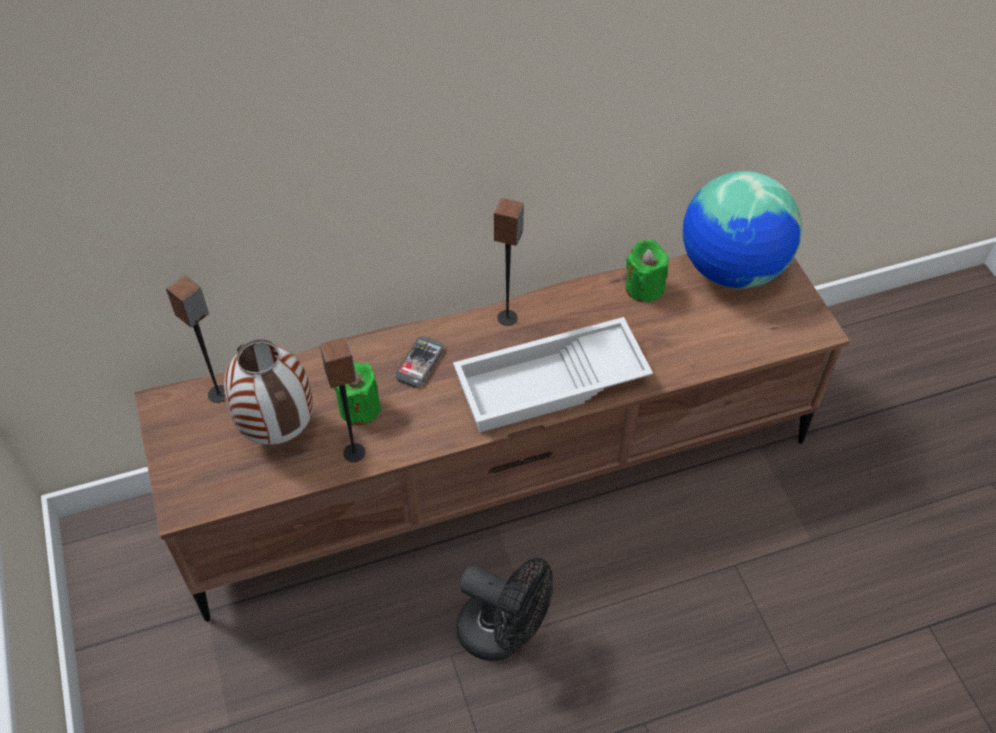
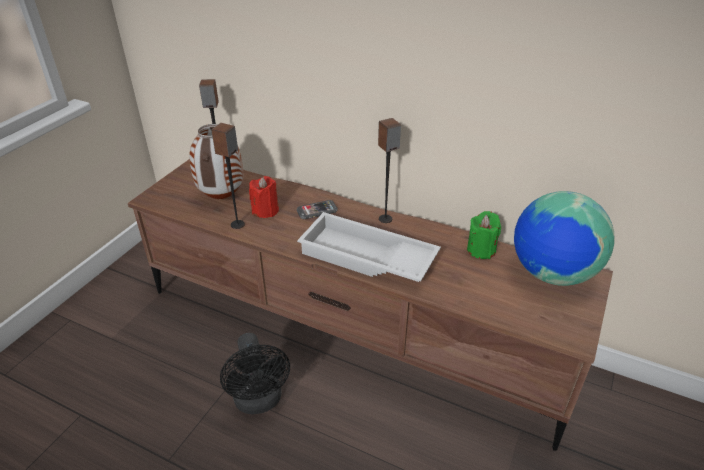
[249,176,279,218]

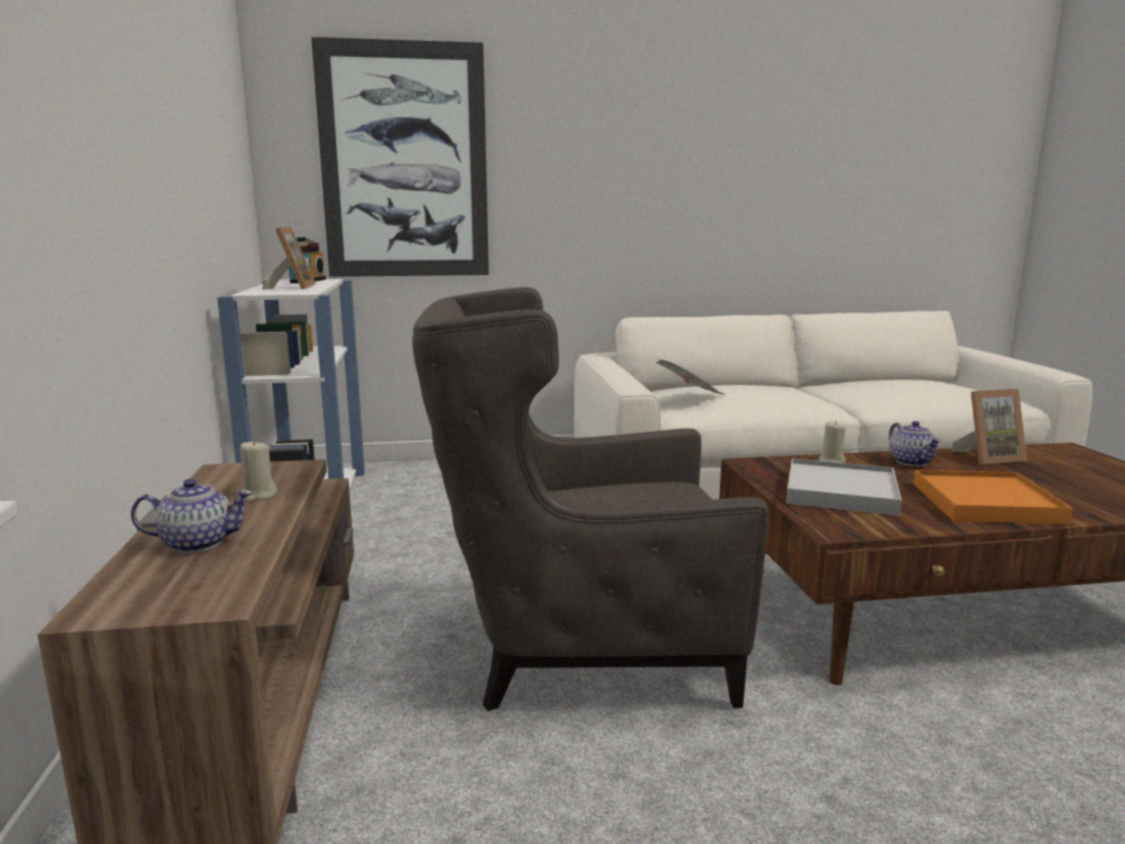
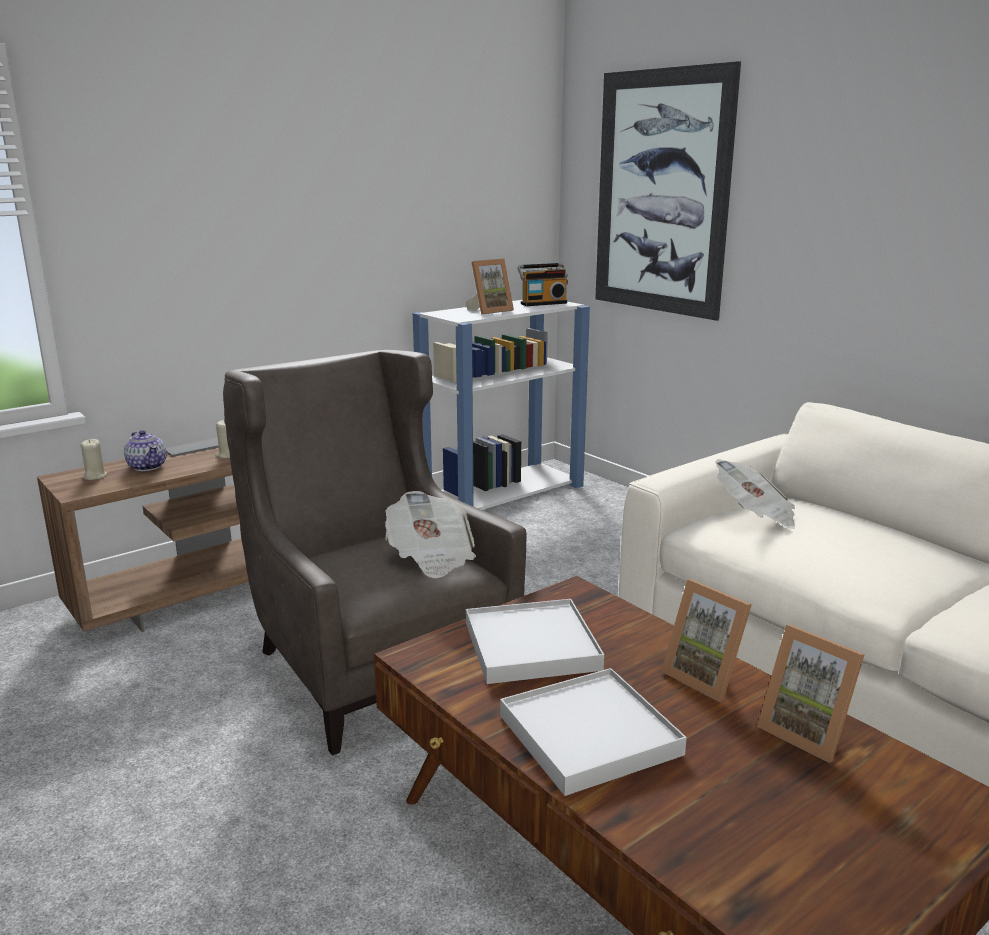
[81,439,107,480]
[661,579,752,702]
[500,668,687,796]
[385,491,476,579]

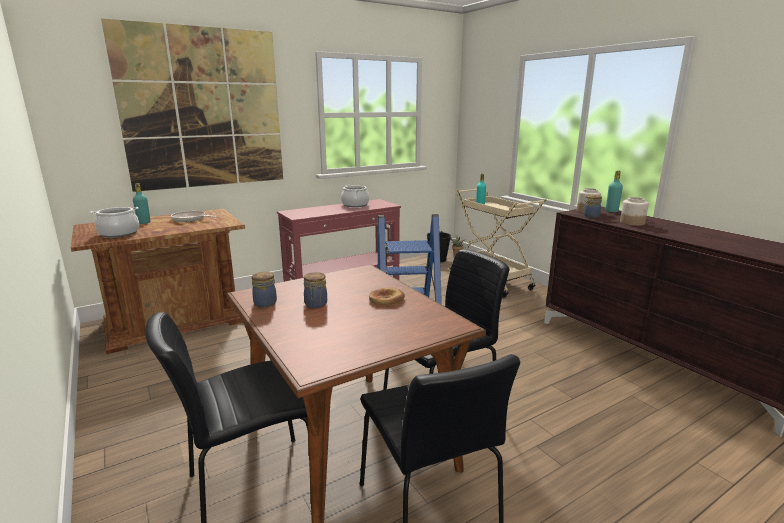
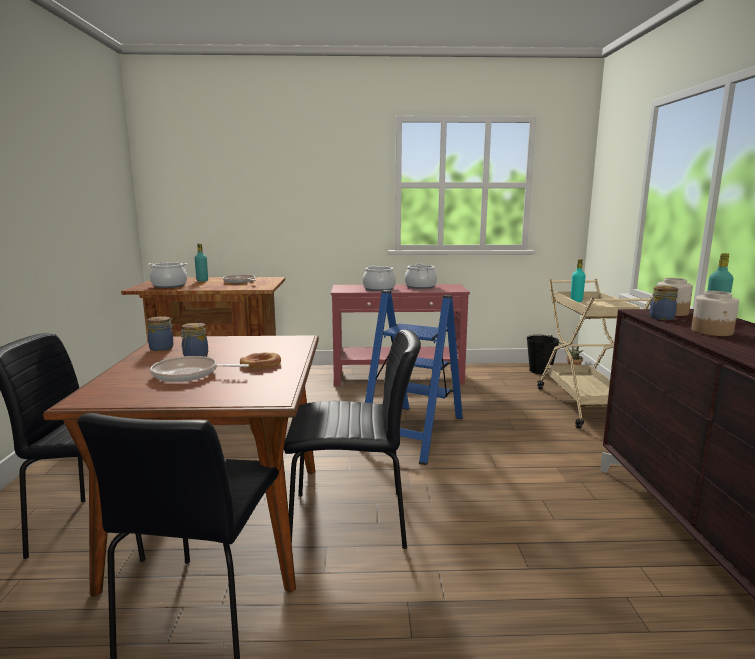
[101,18,283,192] (first image)
[150,356,249,382]
[363,265,396,291]

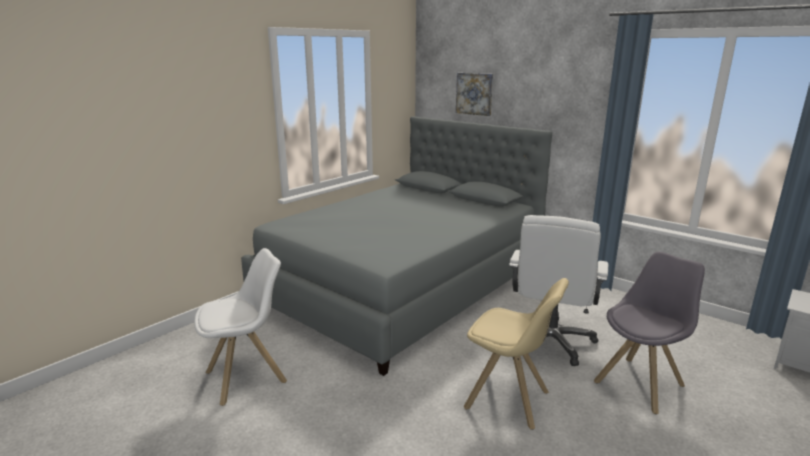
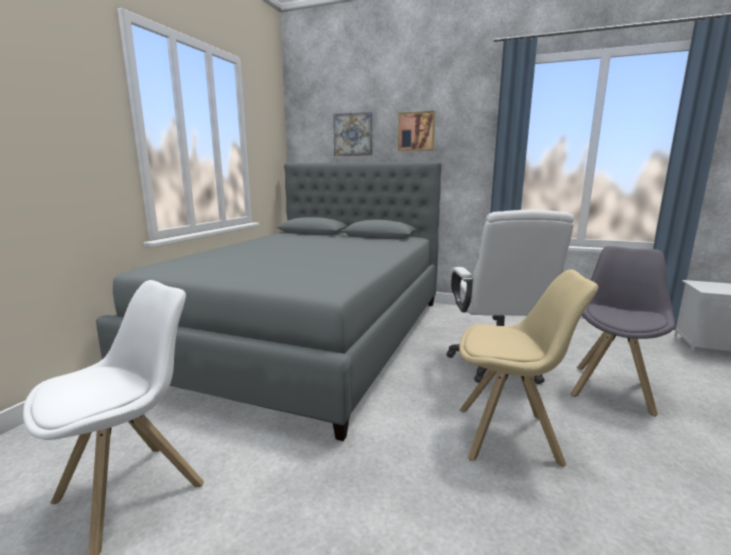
[398,111,435,151]

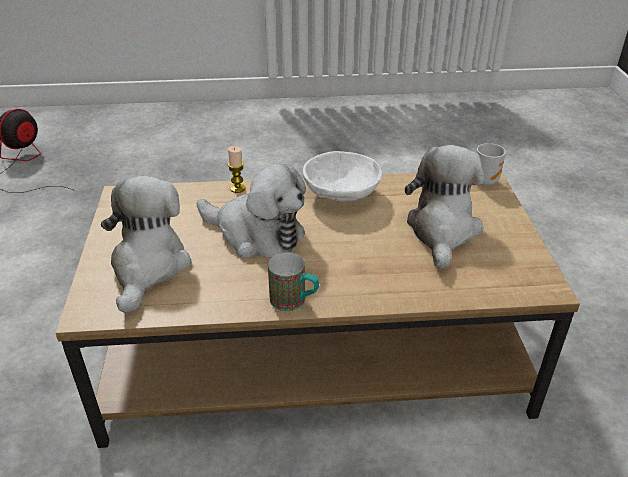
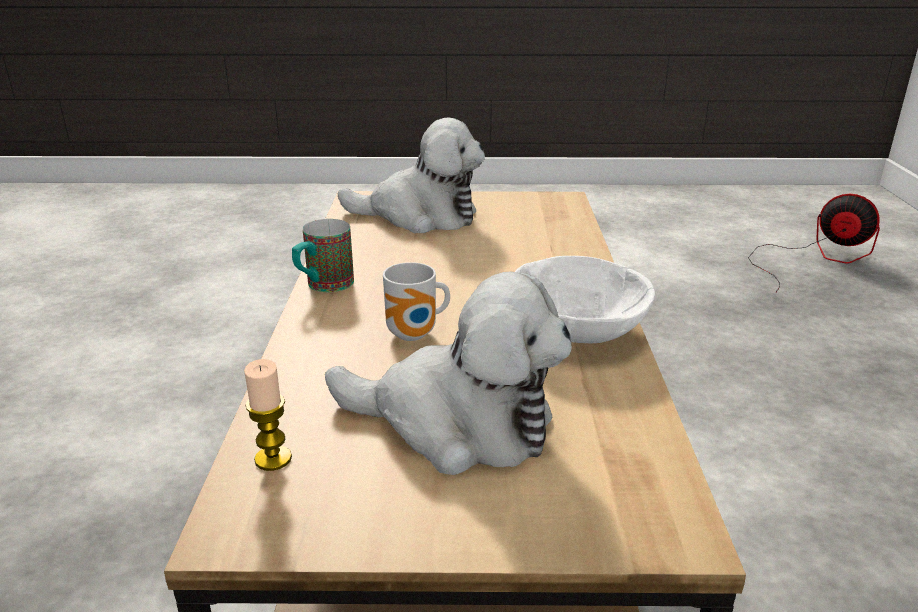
[197,164,306,258] (first image)
[244,359,292,471]
[383,262,450,341]

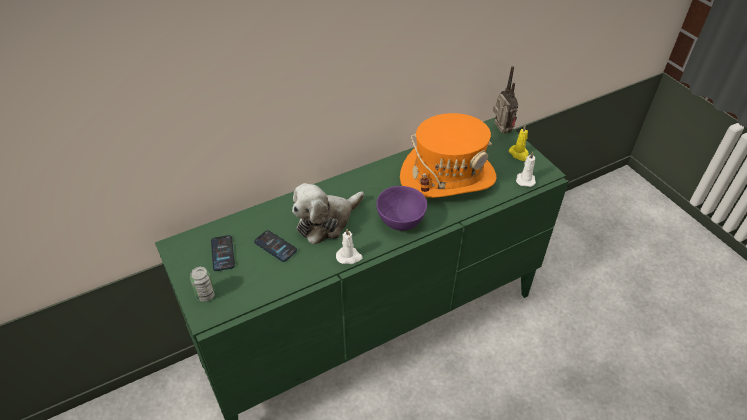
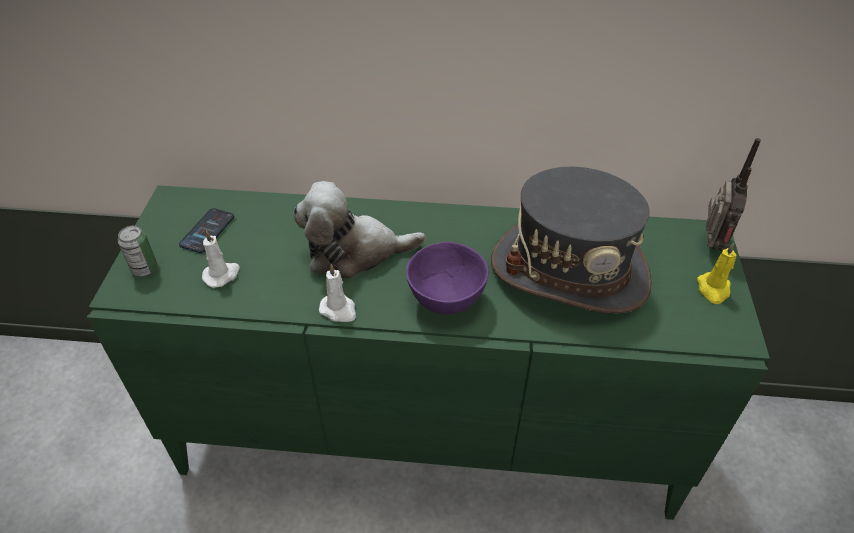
[254,230,297,262] (first image)
[491,167,652,314]
[202,230,240,288]

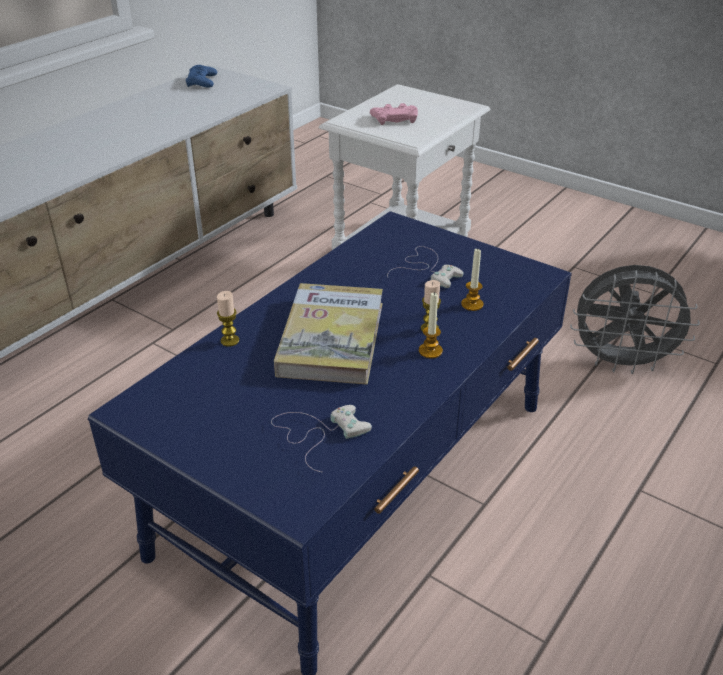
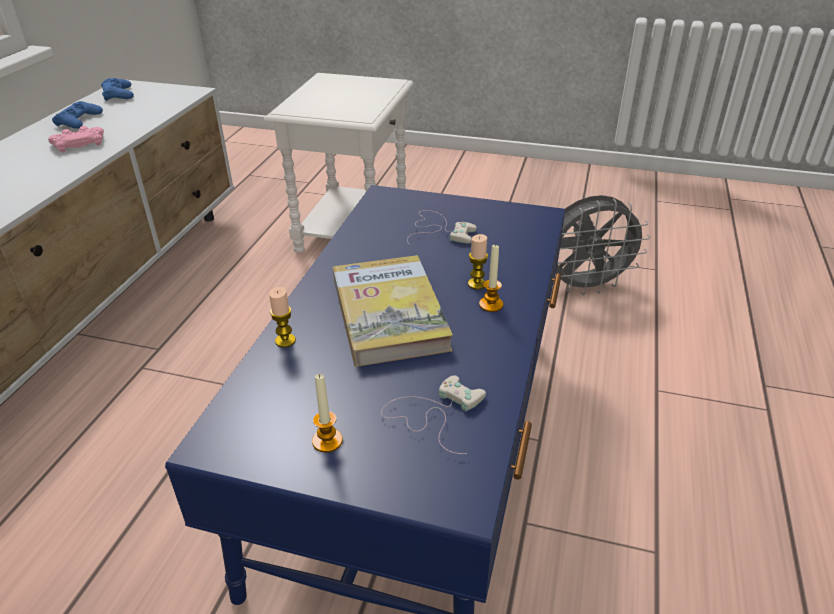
[48,126,104,153]
[312,374,343,453]
[52,101,103,129]

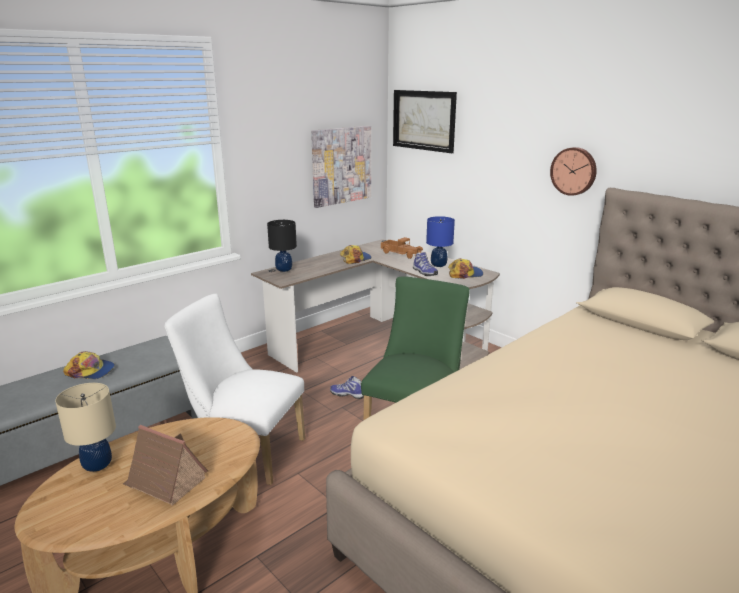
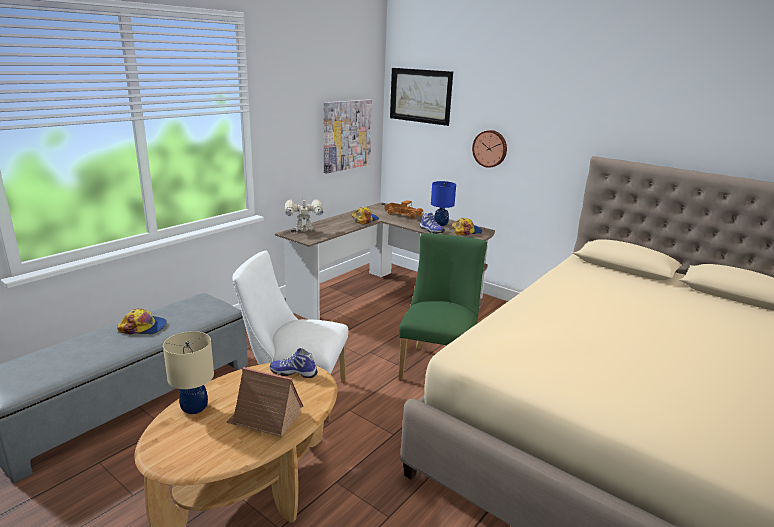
[285,198,323,231]
[270,348,318,378]
[472,130,507,168]

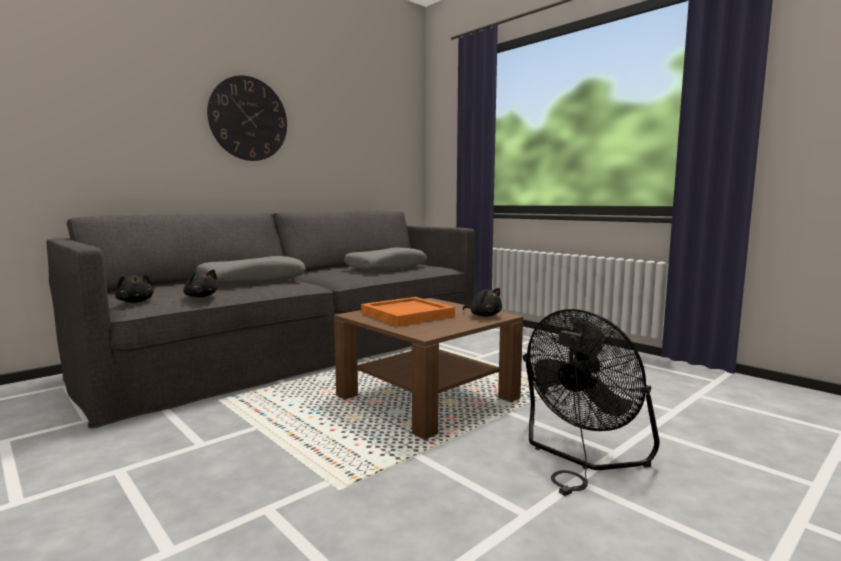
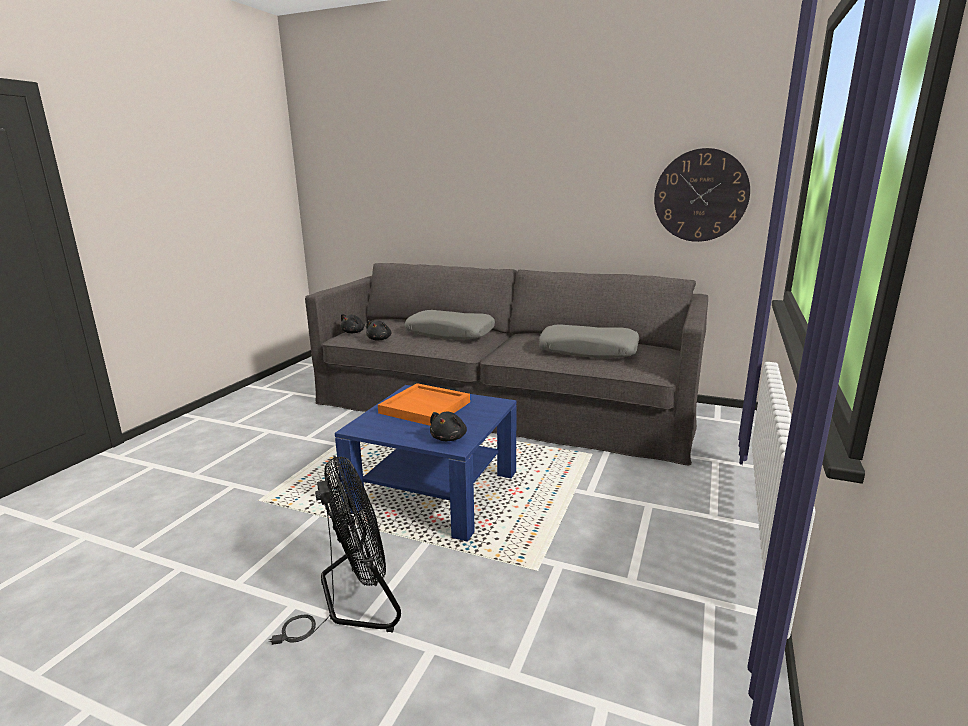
[654,148,750,242]
[335,385,517,542]
[268,456,401,645]

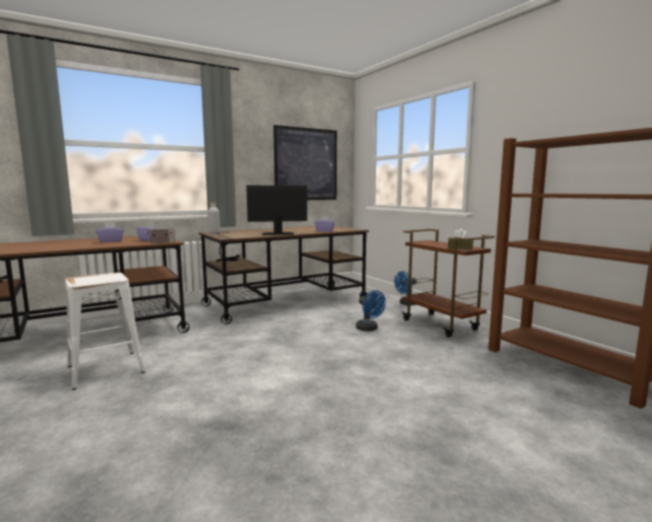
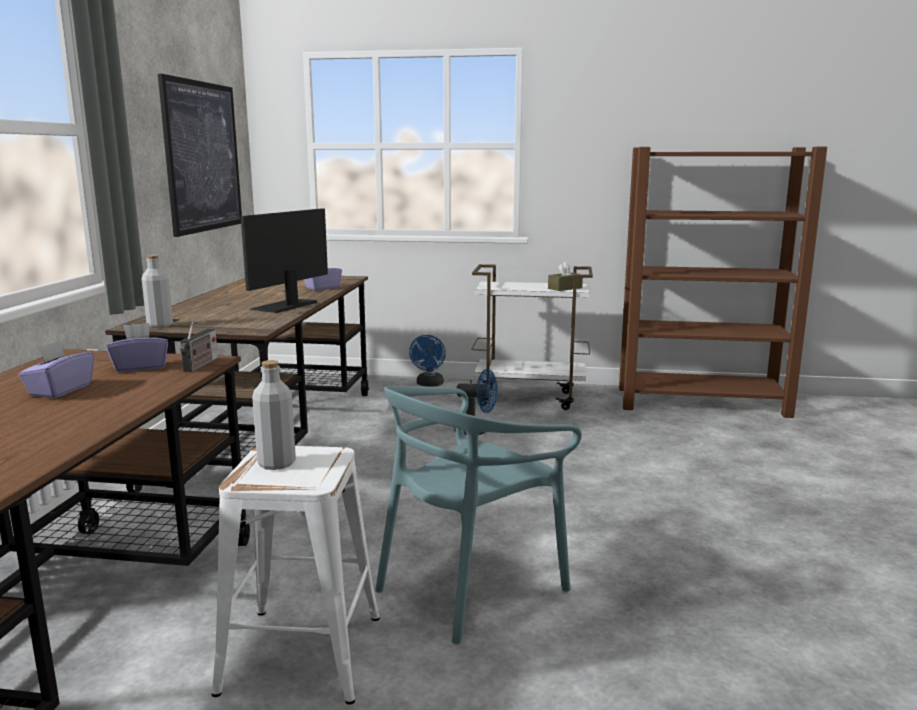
[471,264,593,410]
[252,360,296,470]
[375,386,582,644]

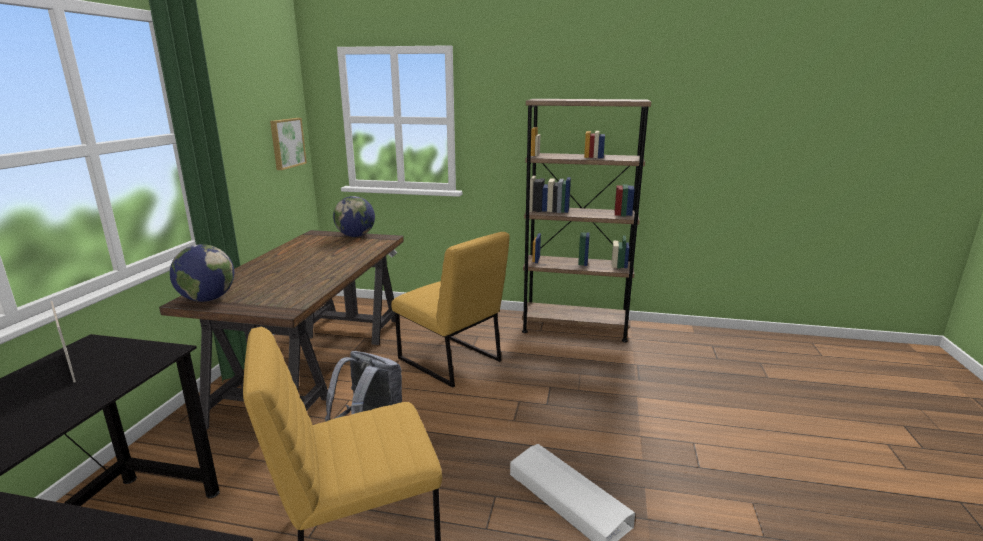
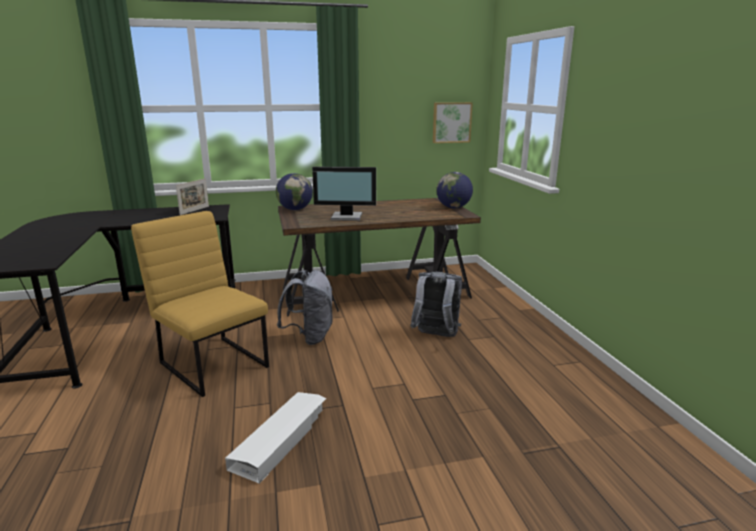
[410,272,462,337]
[522,99,651,342] (first image)
[312,167,376,221]

